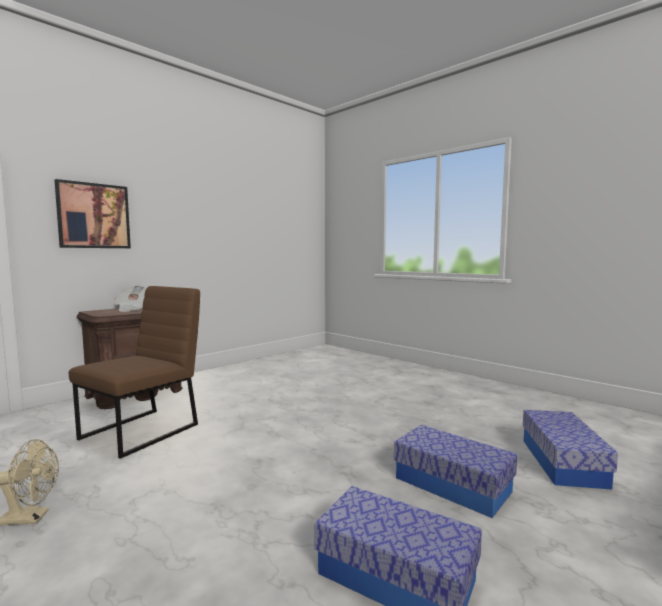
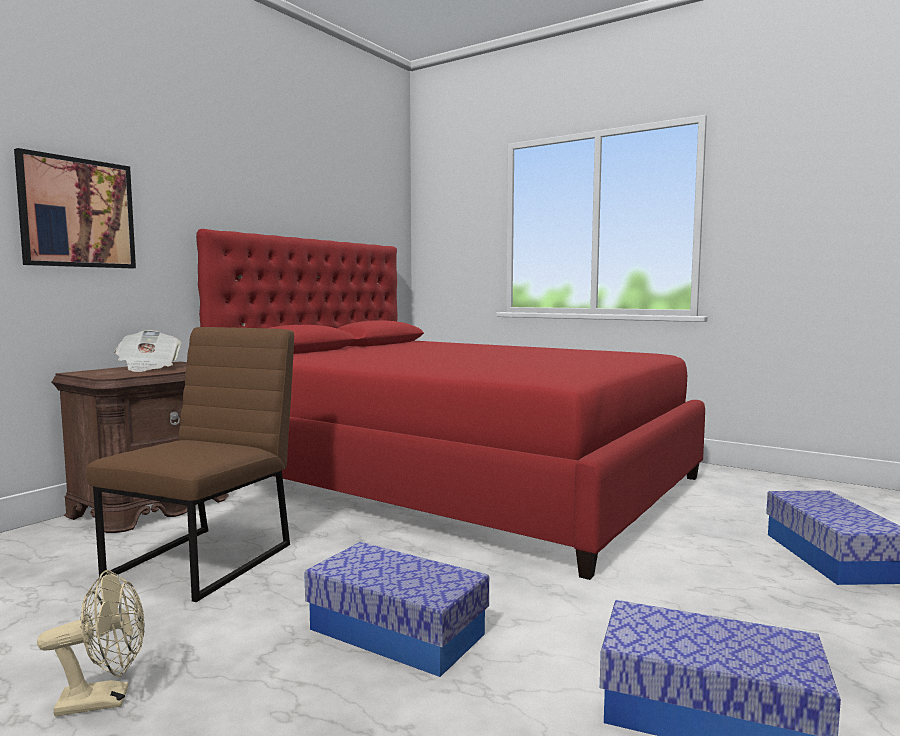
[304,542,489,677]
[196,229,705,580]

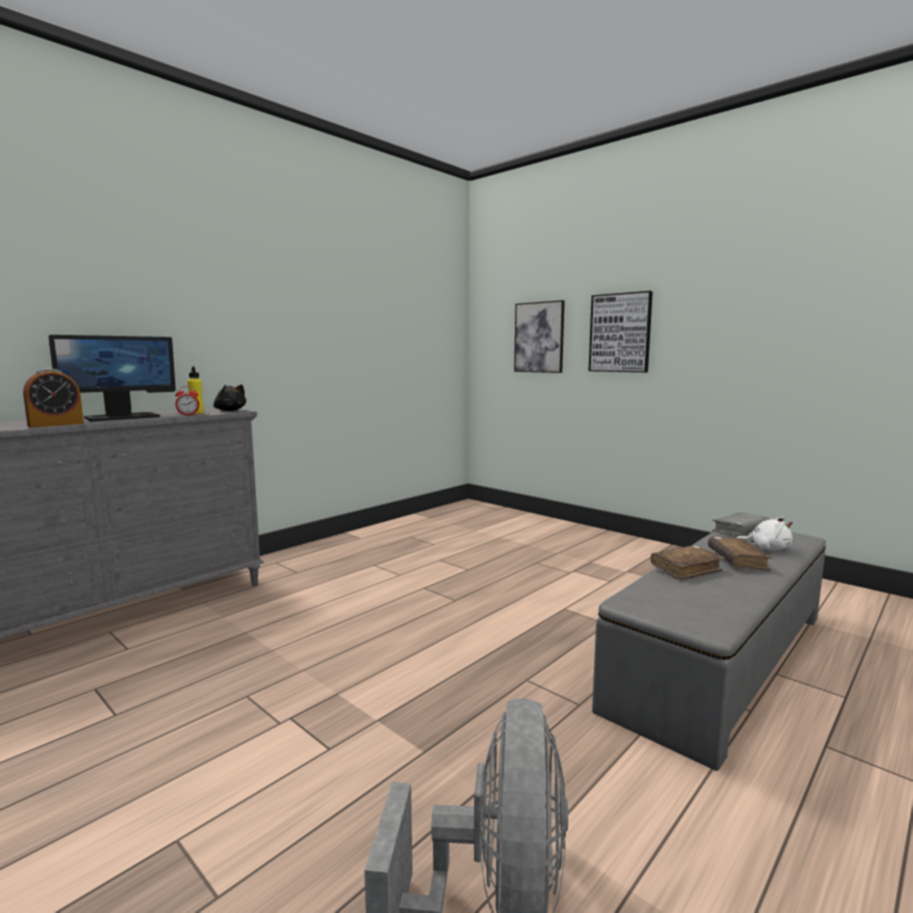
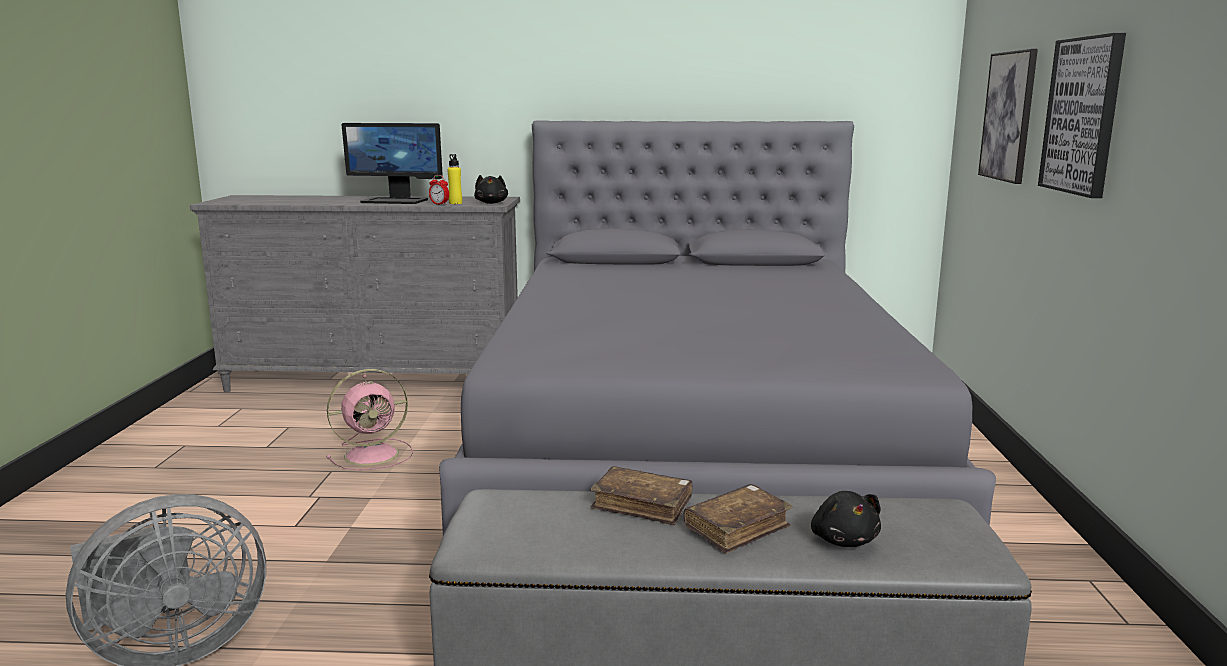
[23,368,84,427] (first image)
[712,512,770,535] (first image)
[811,491,881,547]
[327,369,413,470]
[439,120,996,535]

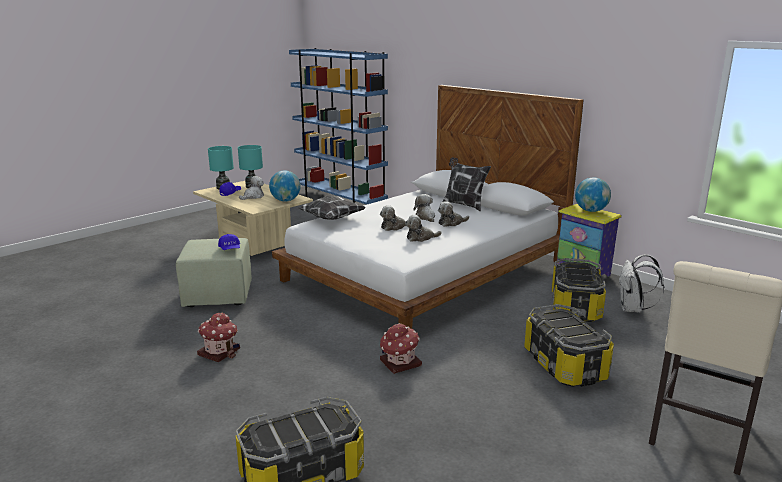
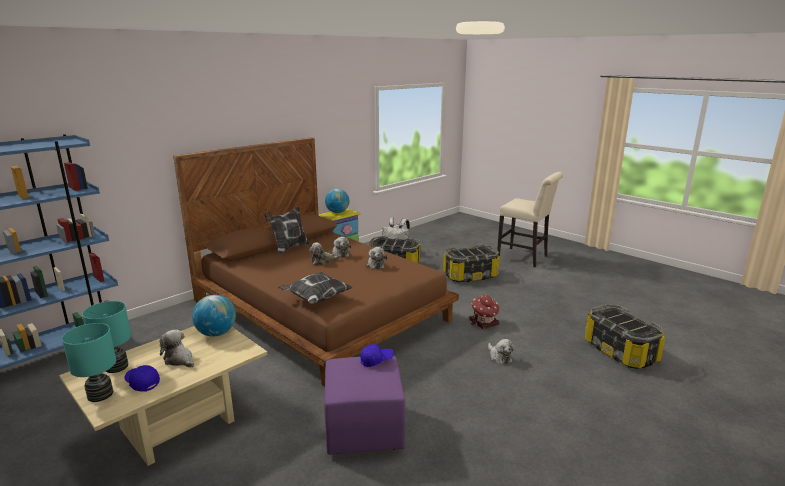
[324,356,405,455]
[197,313,240,362] (first image)
[173,137,459,387]
[488,339,514,364]

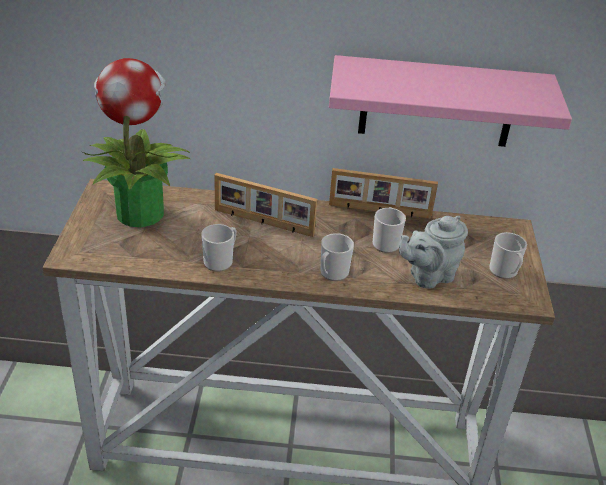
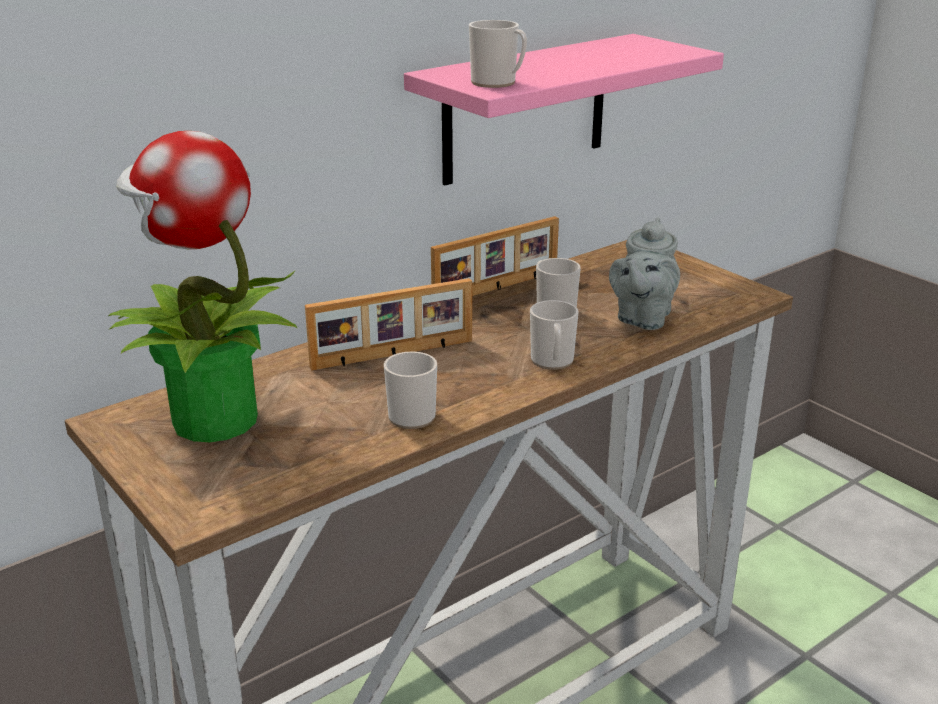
[469,20,527,88]

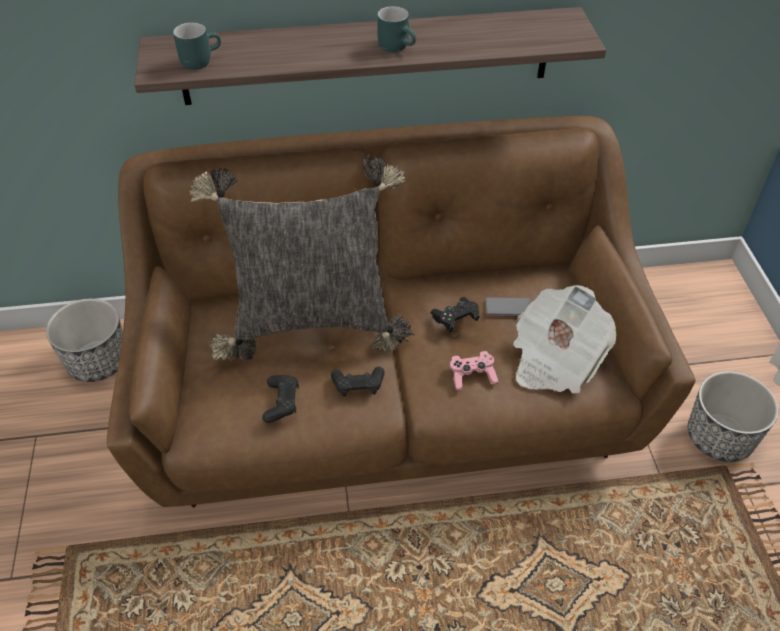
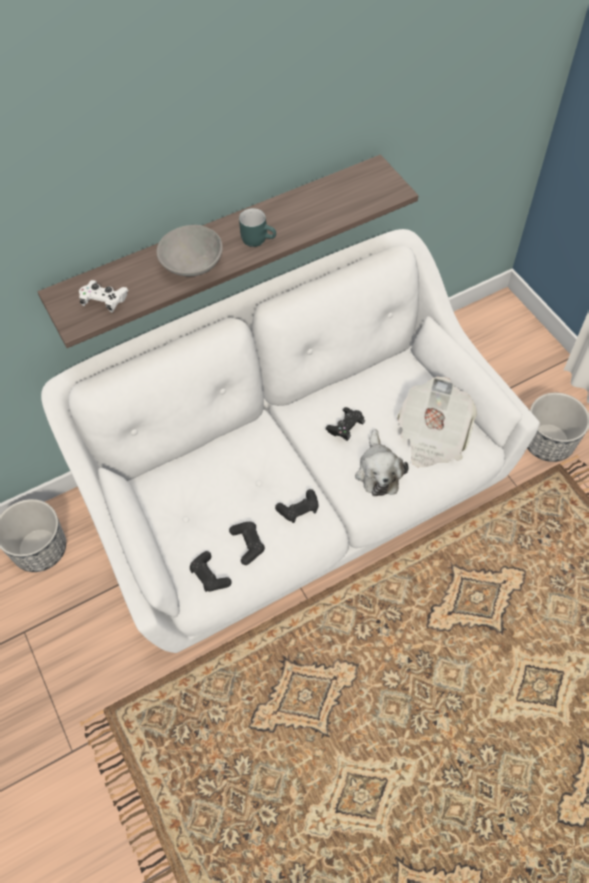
[41,229,540,653]
[79,280,129,313]
[189,156,414,361] (first image)
[355,429,408,496]
[485,297,530,315] (first image)
[157,225,223,276]
[190,551,232,592]

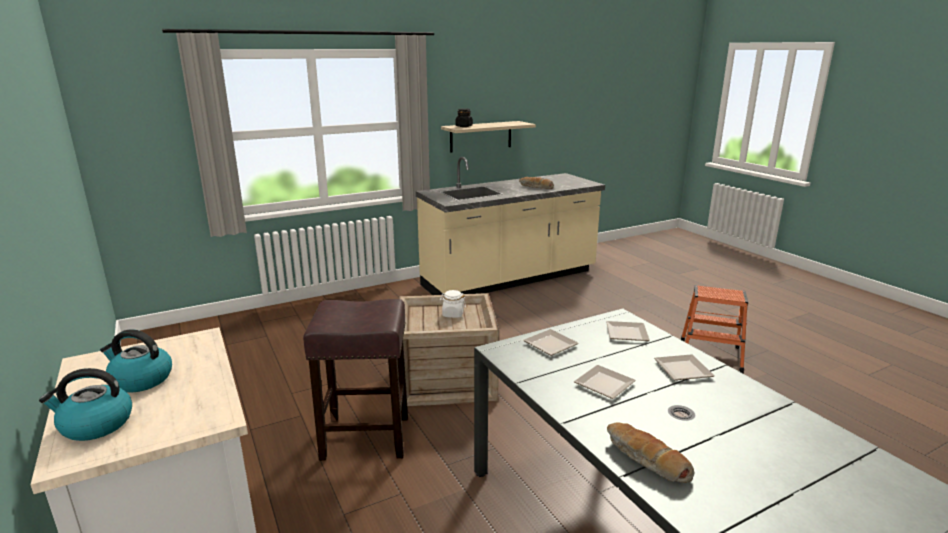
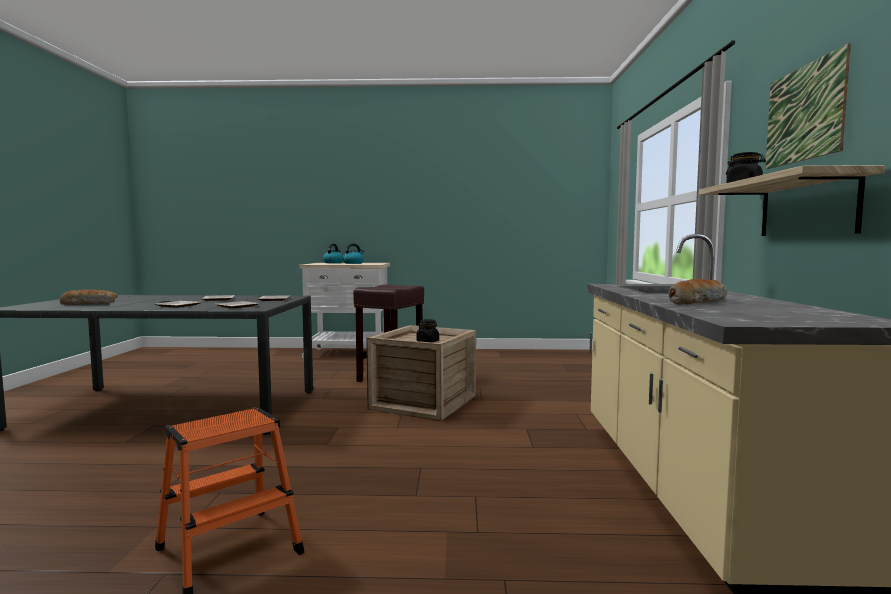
[416,319,439,342]
[60,289,118,305]
[765,43,851,169]

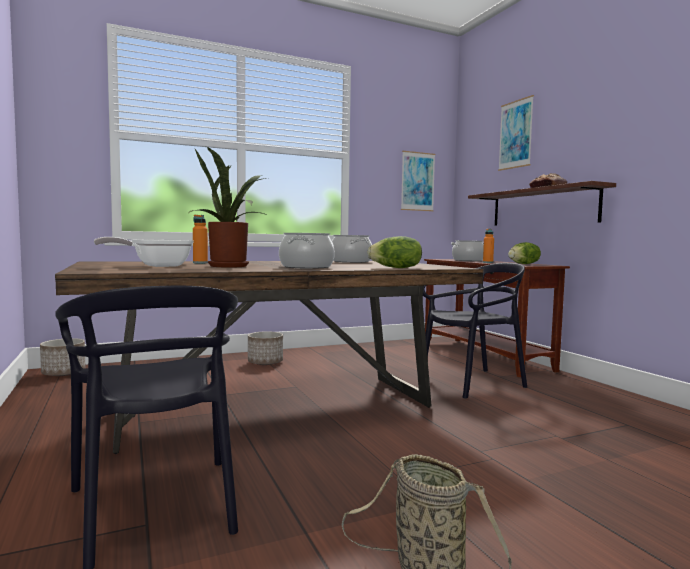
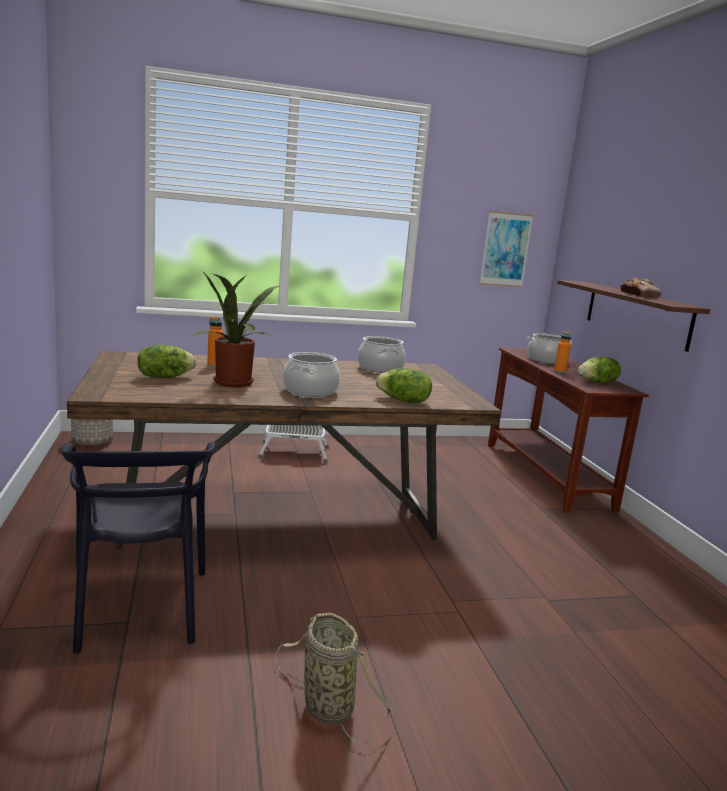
[137,345,196,378]
[257,425,329,464]
[423,263,527,399] (first image)
[498,95,534,171] (first image)

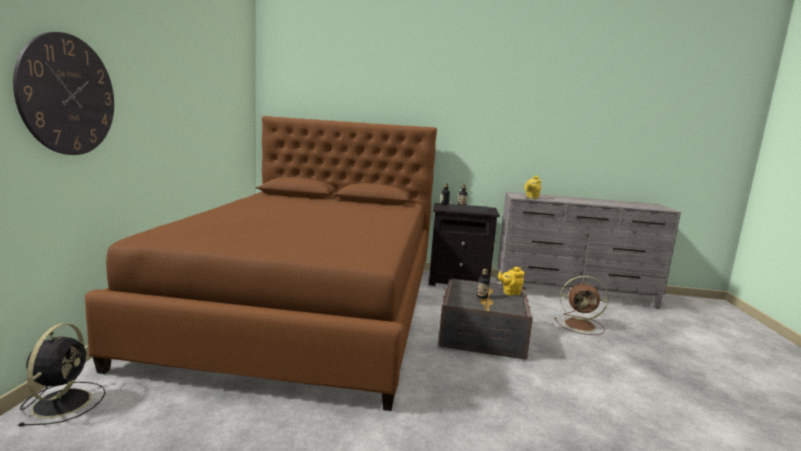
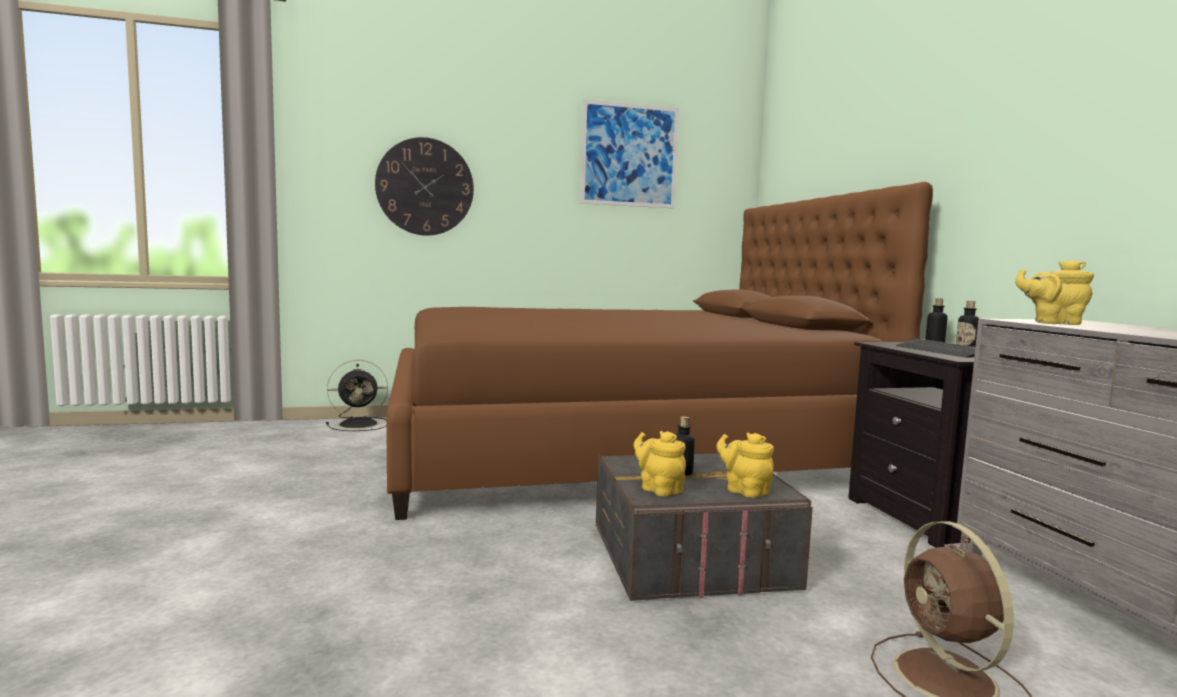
[580,99,679,208]
[634,431,686,496]

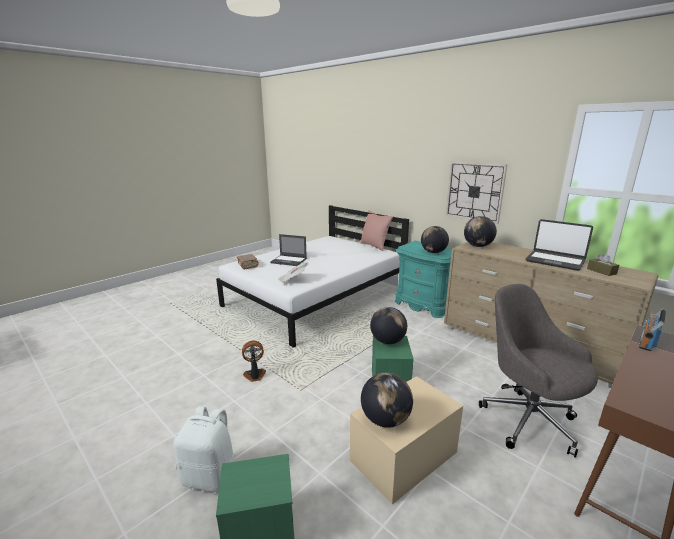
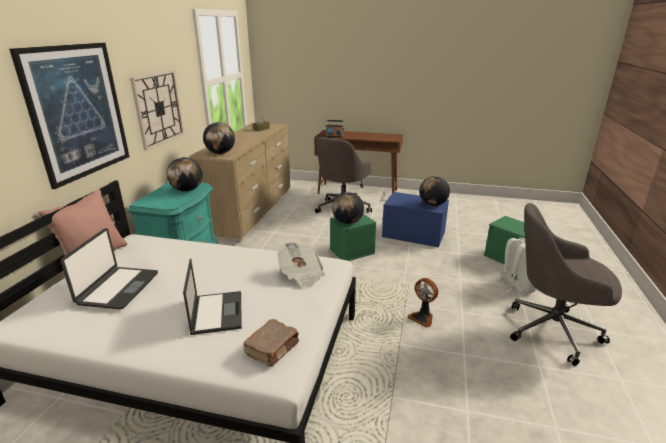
[382,192,449,247]
[60,228,158,309]
[9,43,130,189]
[510,203,622,366]

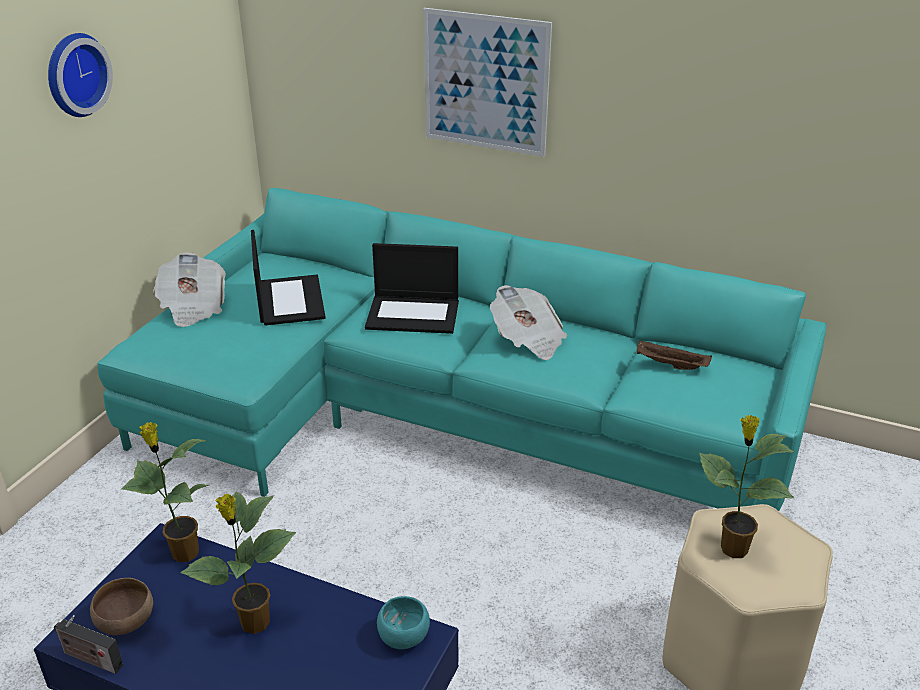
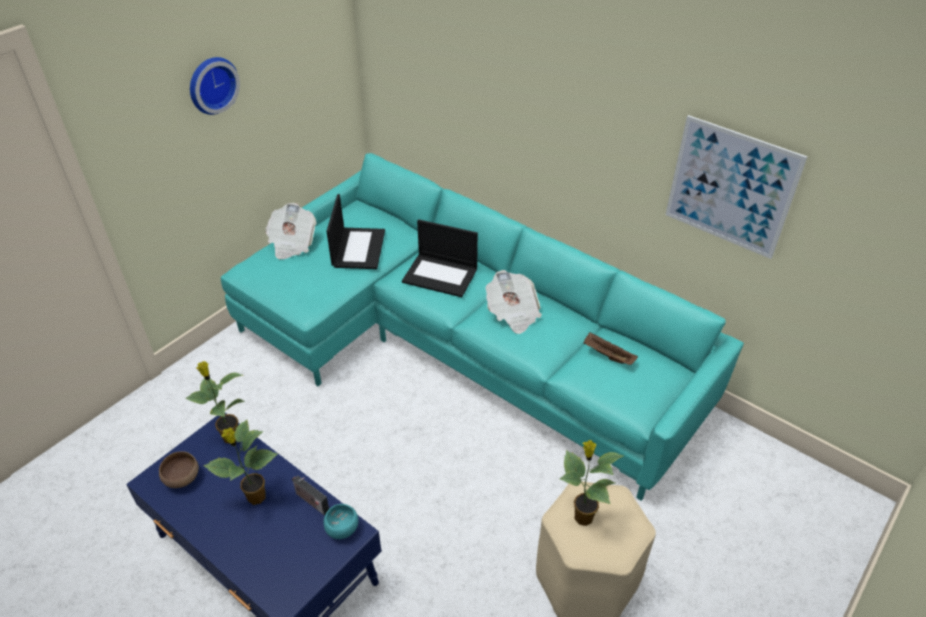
[292,476,329,515]
[666,115,807,259]

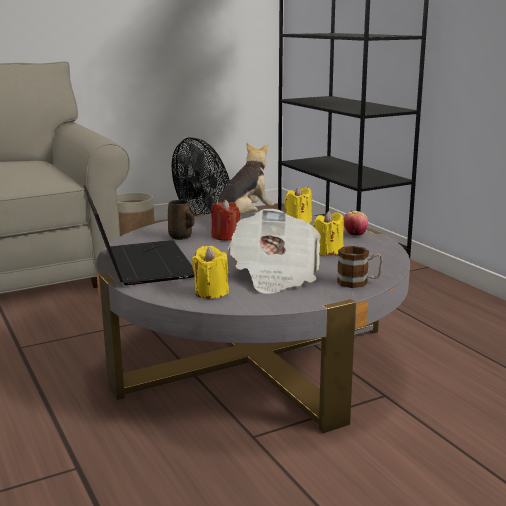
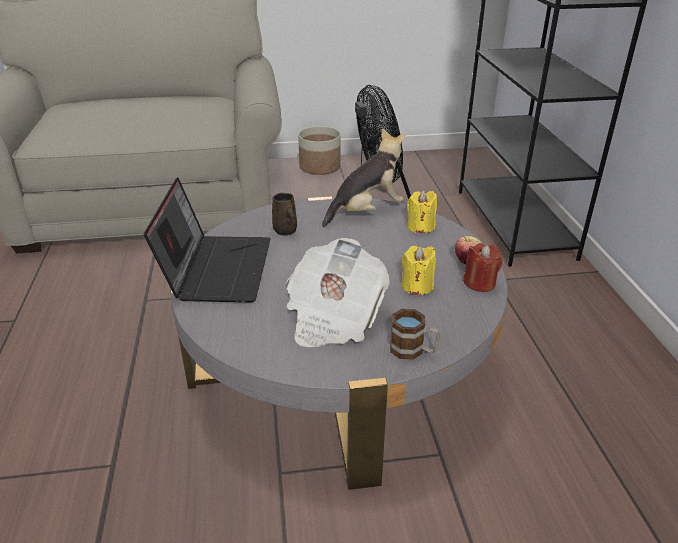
[192,246,229,299] (first image)
[463,243,502,292]

